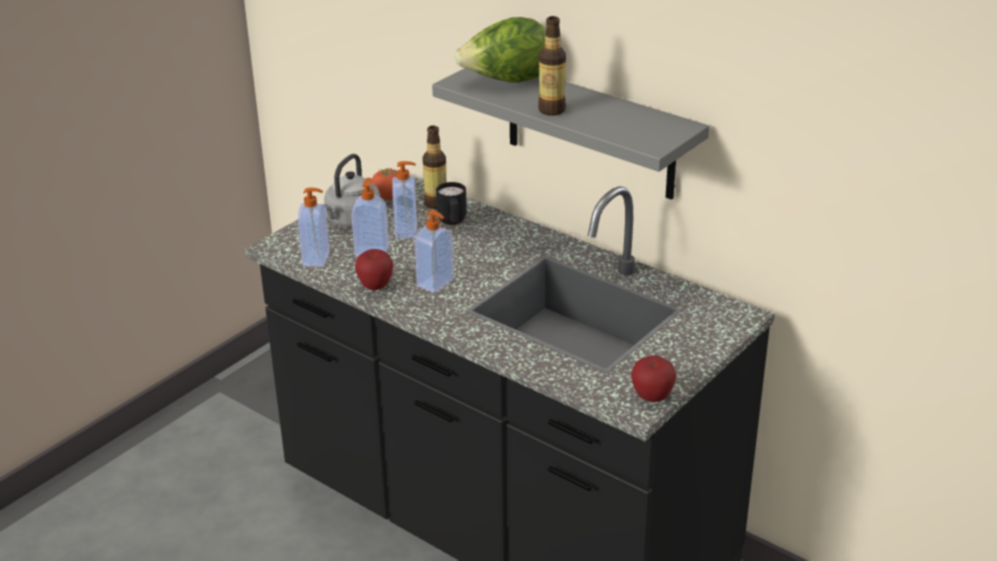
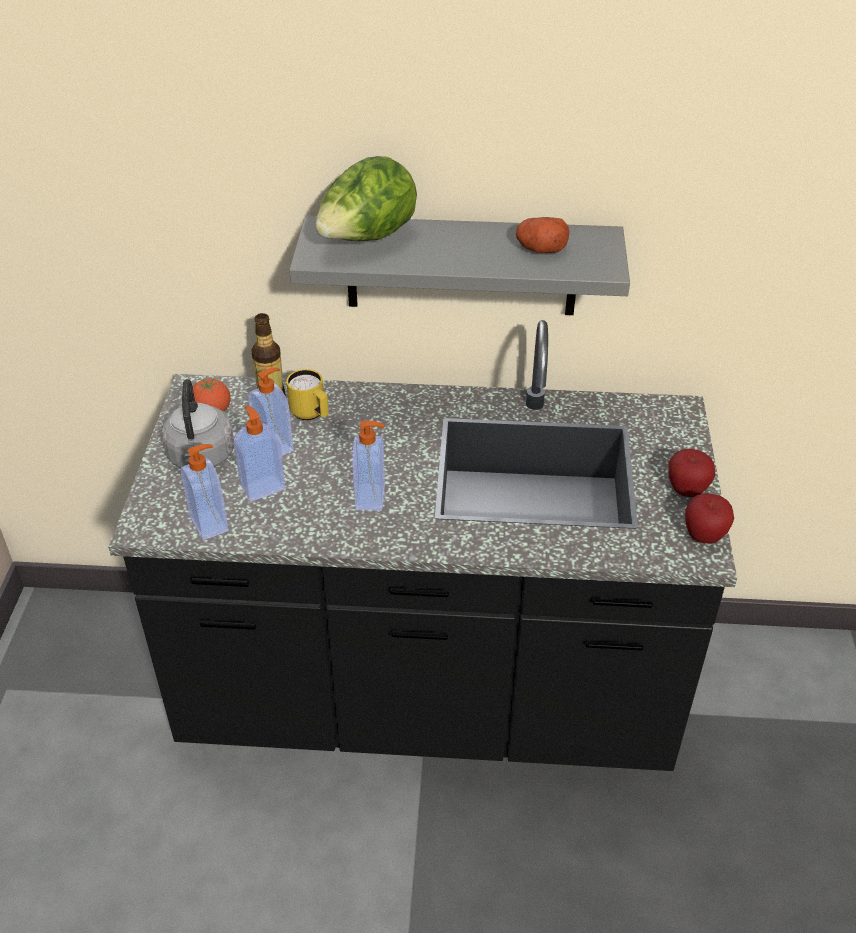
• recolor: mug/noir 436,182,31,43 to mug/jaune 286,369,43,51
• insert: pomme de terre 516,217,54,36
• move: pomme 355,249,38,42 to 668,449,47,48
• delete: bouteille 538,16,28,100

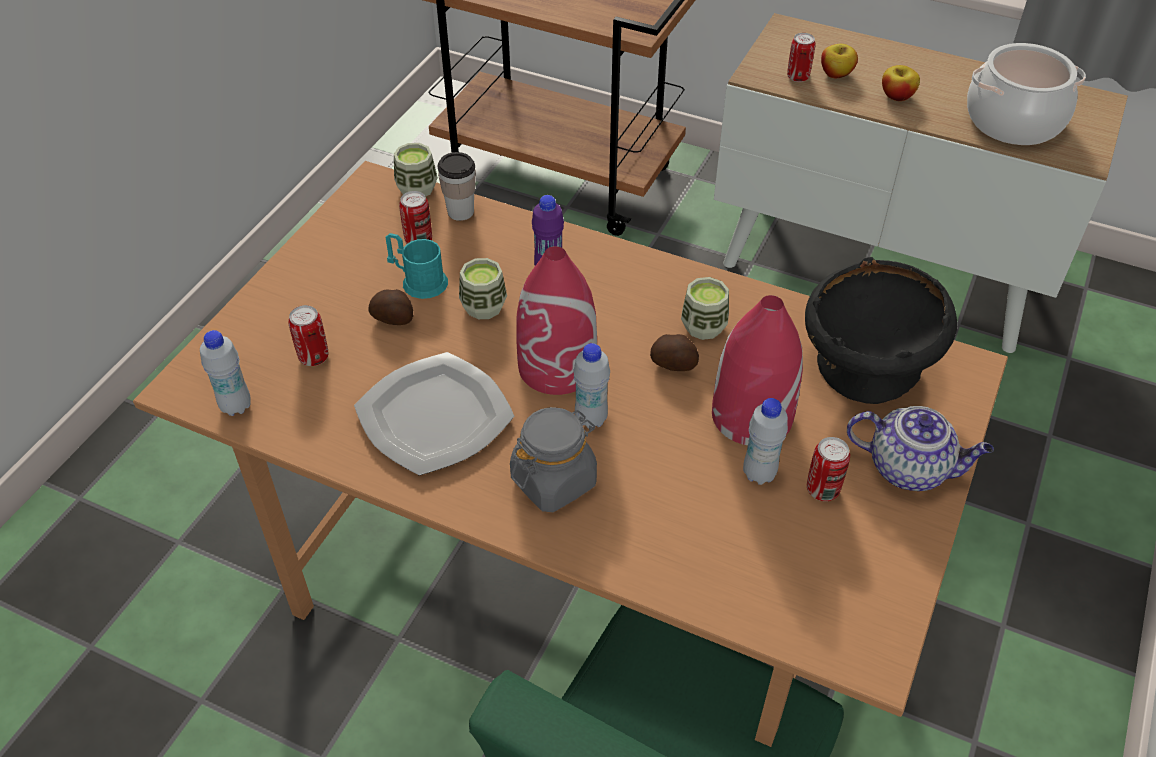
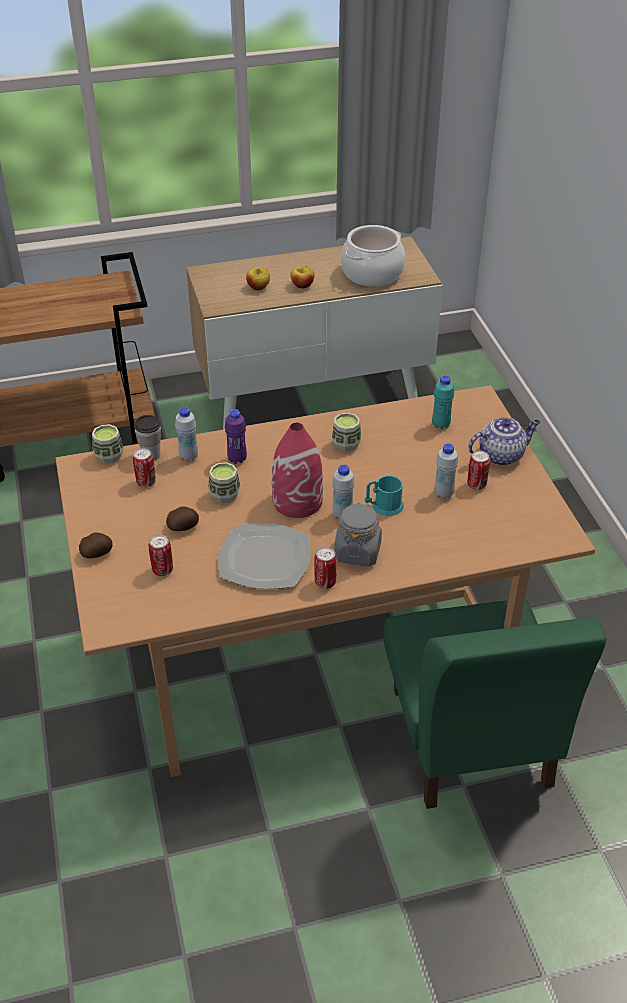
• move: pomme de terre 650,334,49,37 to 79,532,34,26
• move: bouteille/blanc 200,330,51,86 to 175,407,23,55
• move: boîte métallique 787,33,29,49 to 314,547,23,42
• move: mug/turquoise 385,233,63,66 to 365,476,39,40
• replace: bol/noir 805,257,152,147 to bouteille/turquoise 432,375,22,54
• delete: vase/rouge 712,295,91,150

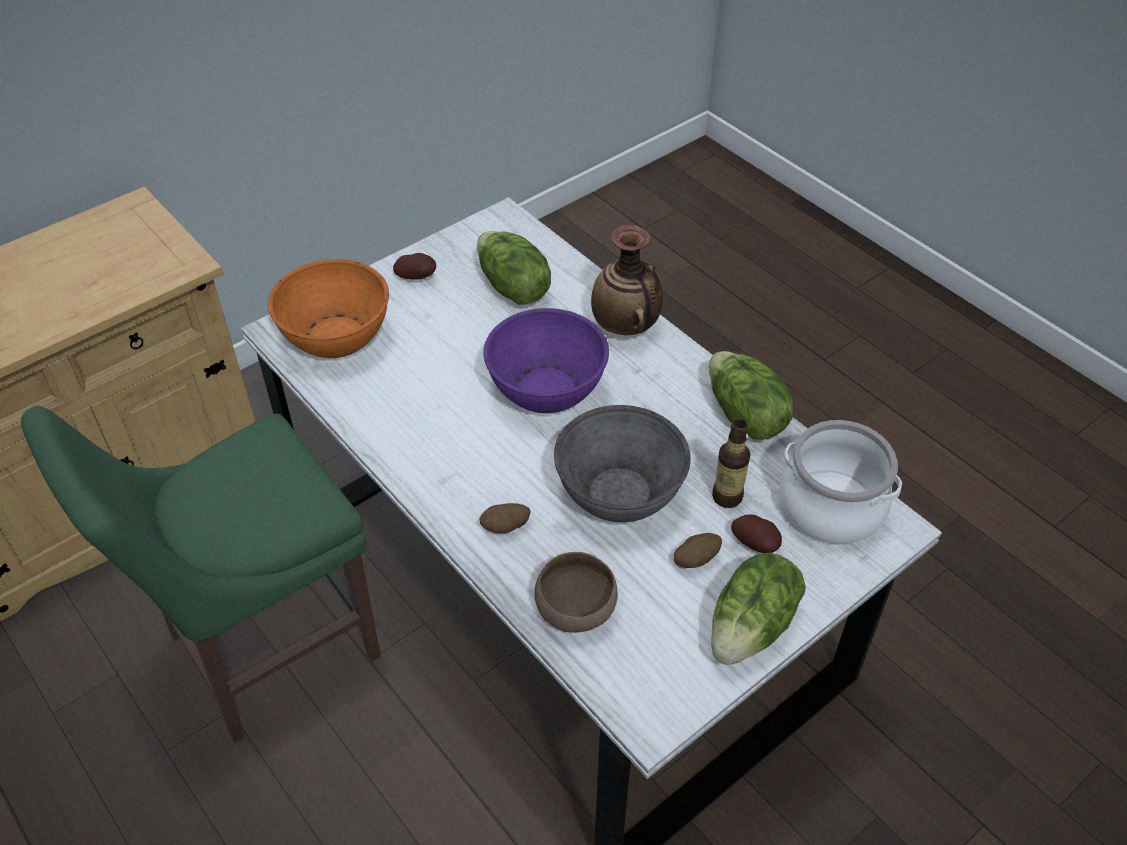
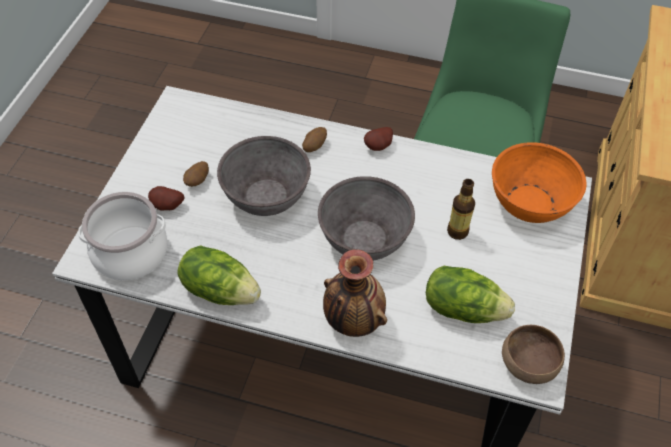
• recolor: bol/violet 483,308,126,105 to bol/gris 318,176,97,85
• move: pomme de terre 393,253,43,26 to 364,127,29,24
• move: bouteille 712,419,38,89 to 447,179,28,61
• move: bol/marron 534,552,84,81 to 502,325,63,59
• delete: laitue 711,553,95,112

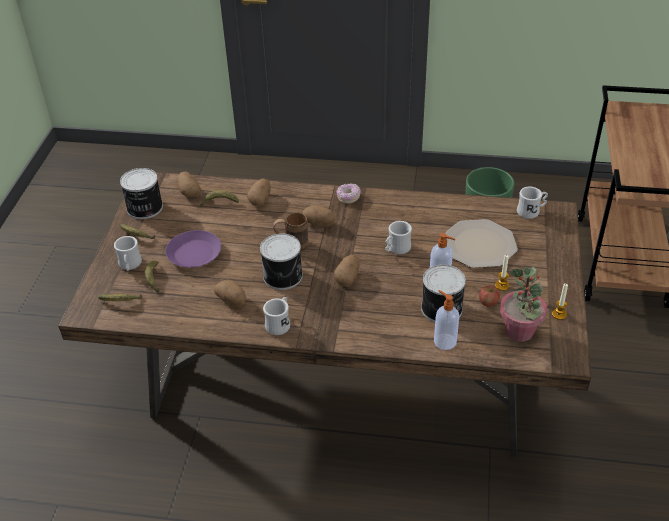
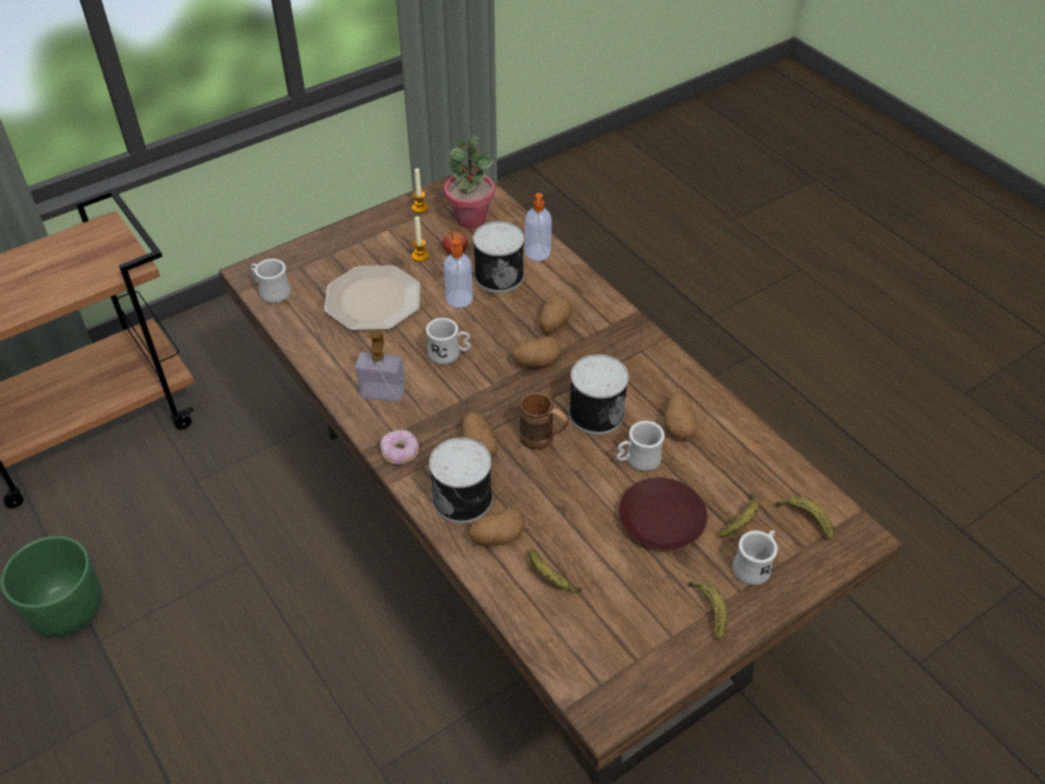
• insert: distributeur de savon 355,332,50,69
• move: boîte métallique 120,168,43,51 to 429,438,63,85
• move: pomme de terre 177,172,24,25 to 540,295,32,38
• move: mug/blanc 263,297,27,38 to 616,421,49,50
• recolor: assiette/violet 165,230,56,38 to assiette/marron 619,478,89,72

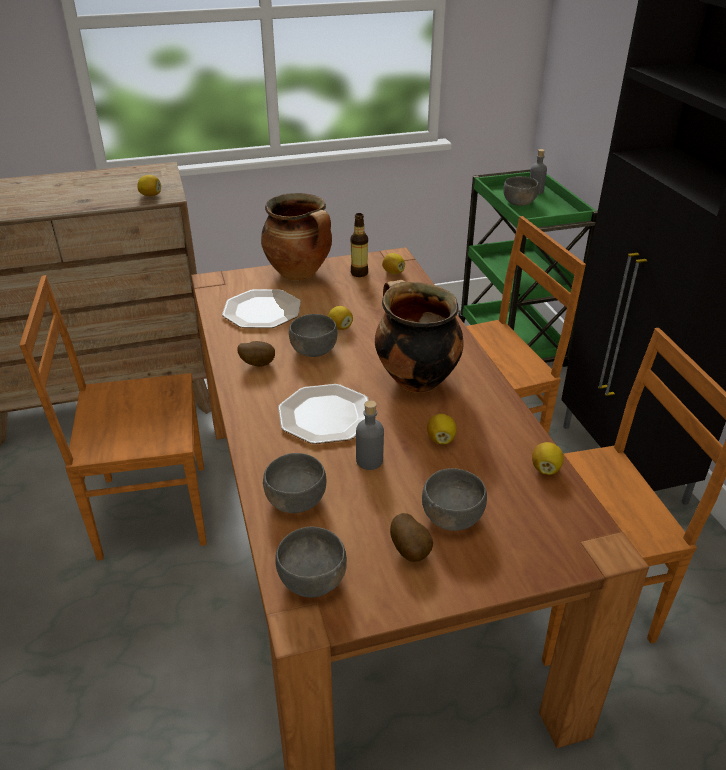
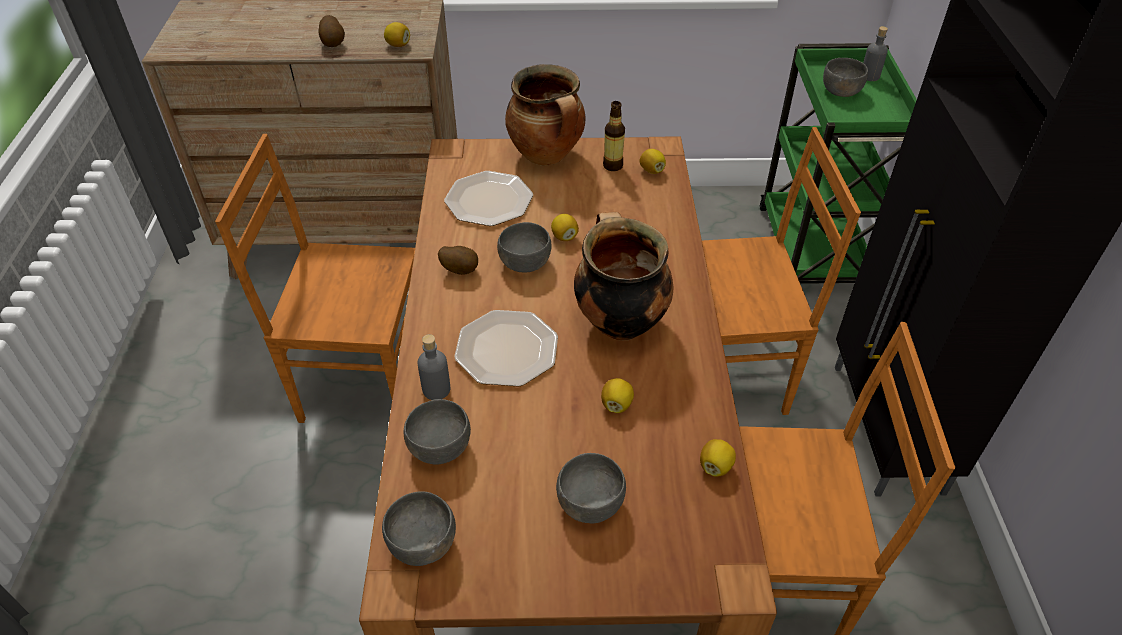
• move: pomme de terre 390,513,43,49 to 318,15,27,32
• move: bouteille/gris 356,400,28,70 to 417,334,33,66

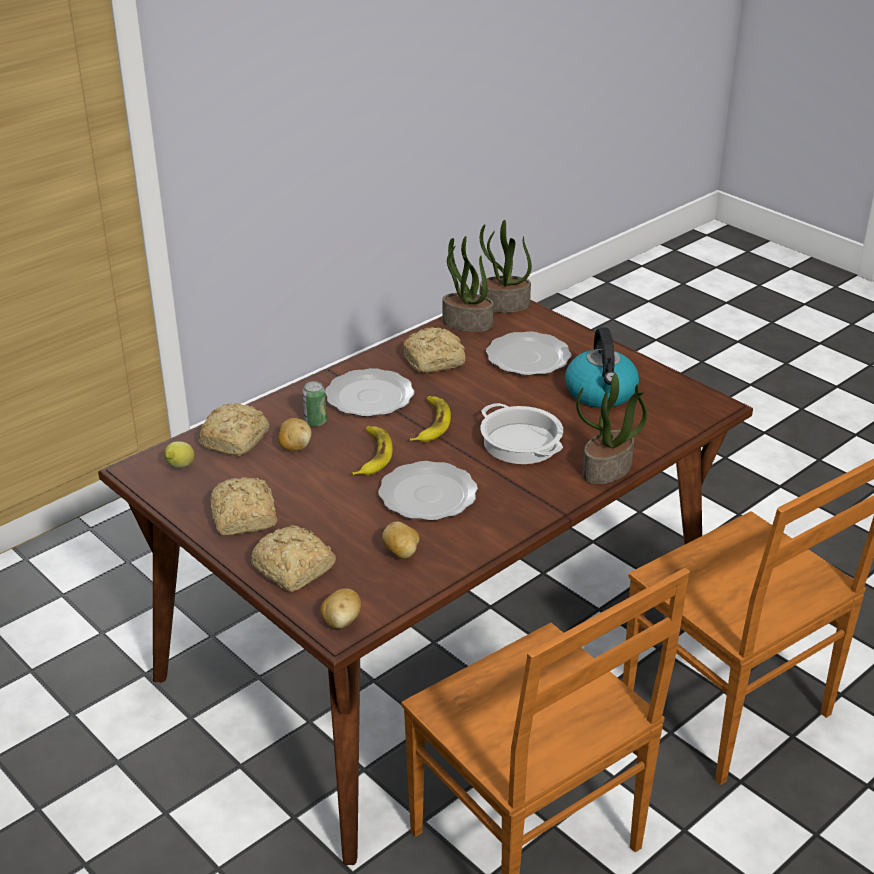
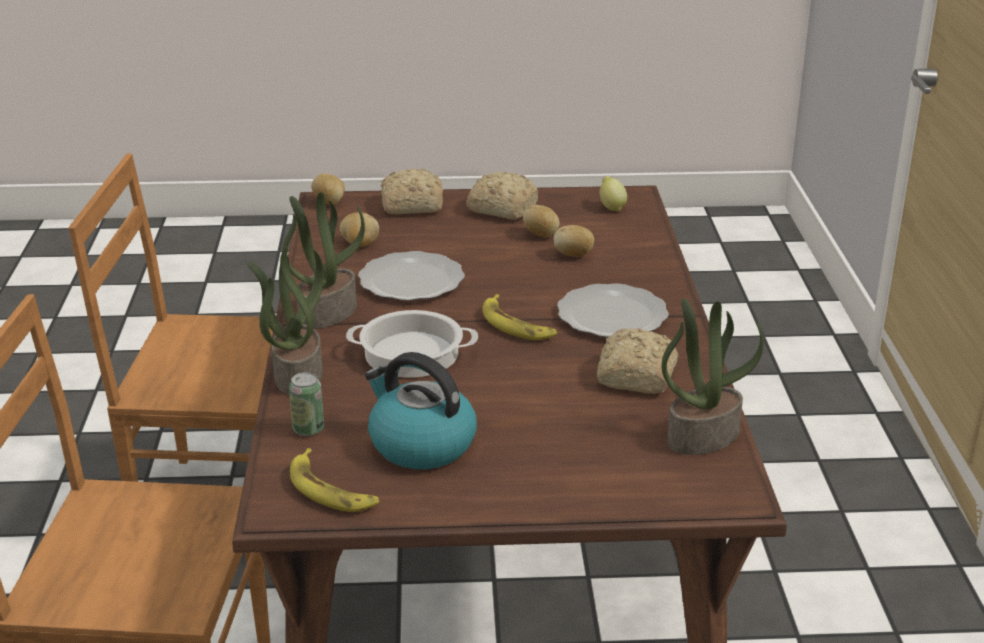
• move: plante en pot 480,220,52,93 to 282,192,83,137
• move: boîte métallique 302,381,25,46 to 289,372,35,64
• move: banane 352,426,41,49 to 290,448,89,64
• insert: pomme de terre 523,205,37,33
• delete: pain 199,403,71,53
• delete: assiette 486,331,85,45

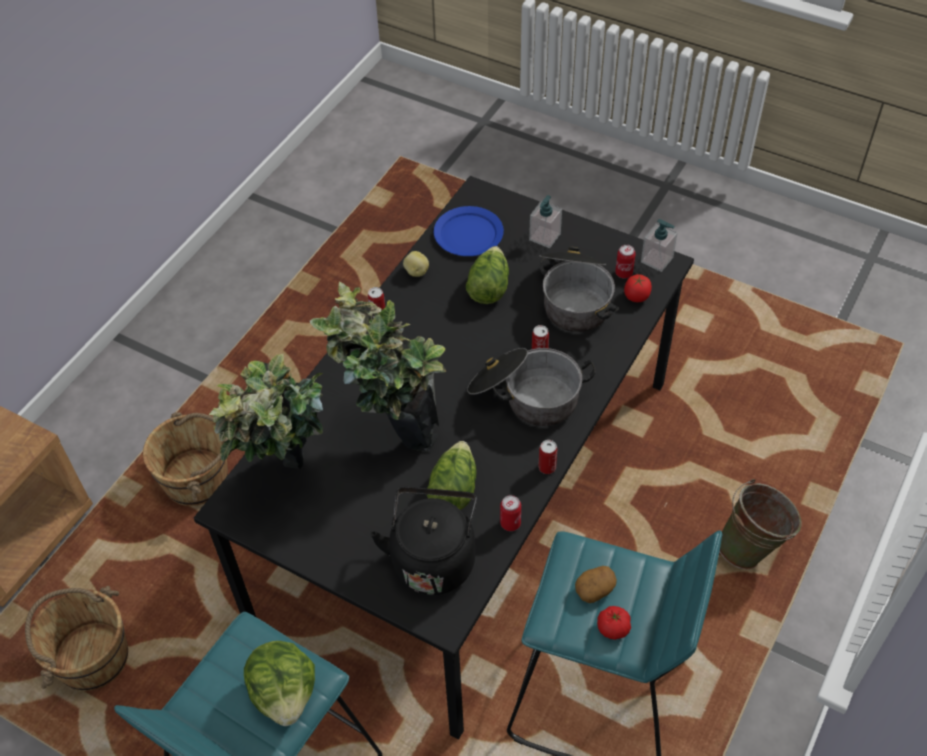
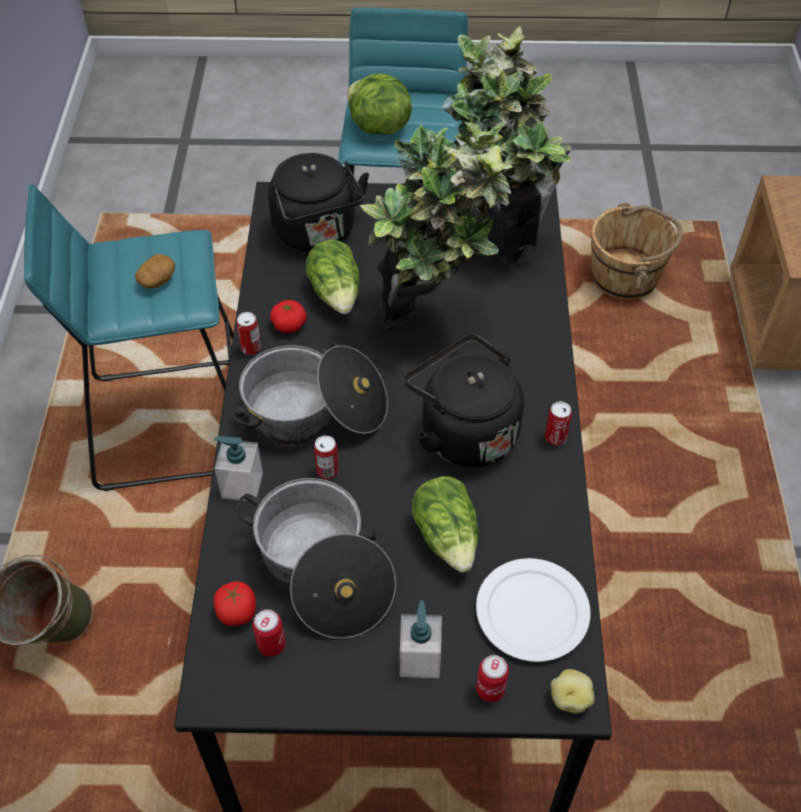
• move: distributeur de savon 641,219,36,53 to 214,436,49,65
• move: tomate 597,606,34,34 to 270,300,36,33
• insert: bouilloire/noir 404,334,120,133
• recolor: assiette/bleu 434,206,70,50 to assiette/blanc 476,558,115,104
• move: boîte métallique 500,495,21,36 to 476,655,33,47
• move: pomme de terre 403,251,26,26 to 551,669,43,45
• delete: seau/marron 143,412,85,94

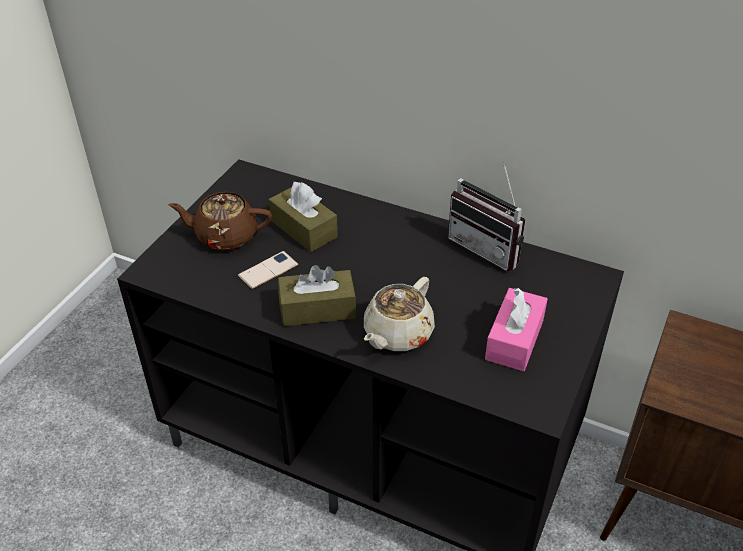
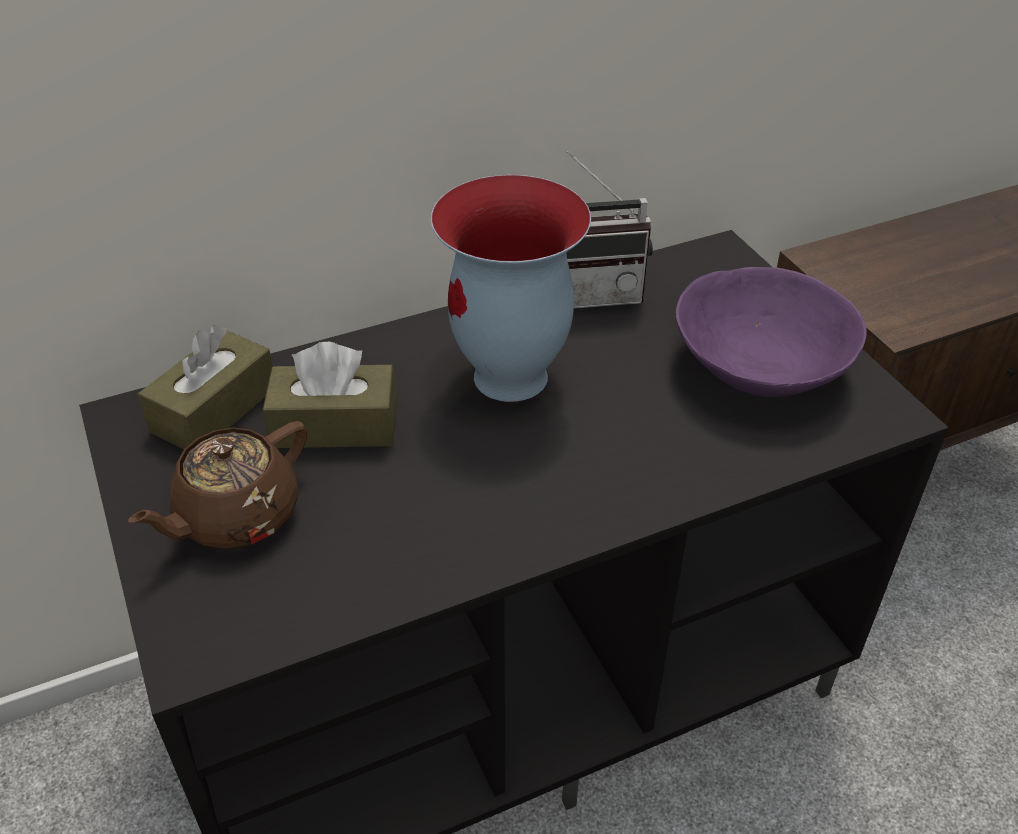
• move: boîte à mouchoirs/marron 278,265,78,61 to 138,325,135,125
• insert: vase 431,175,160,227
• replace: boîte à mouchoirs/rose 485,288,63,83 to bol/violet 676,267,191,130
• delete: téléphone 238,251,60,38
• delete: théière/beige 364,277,71,74

